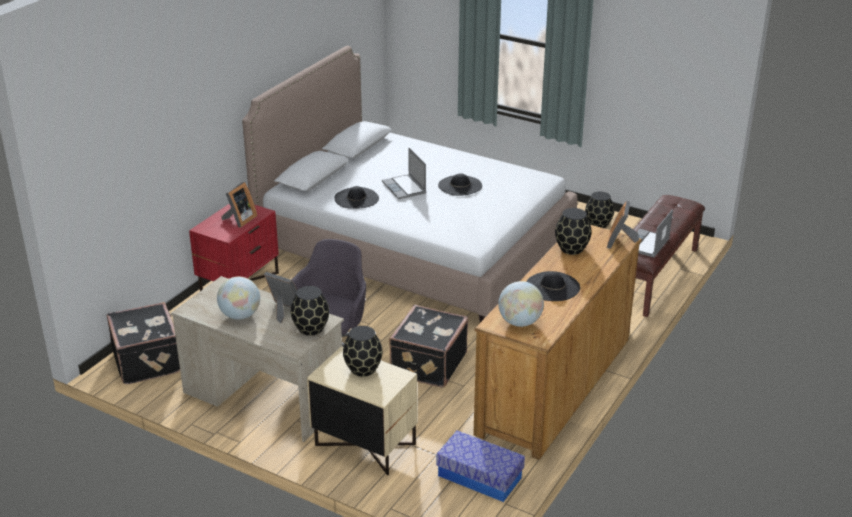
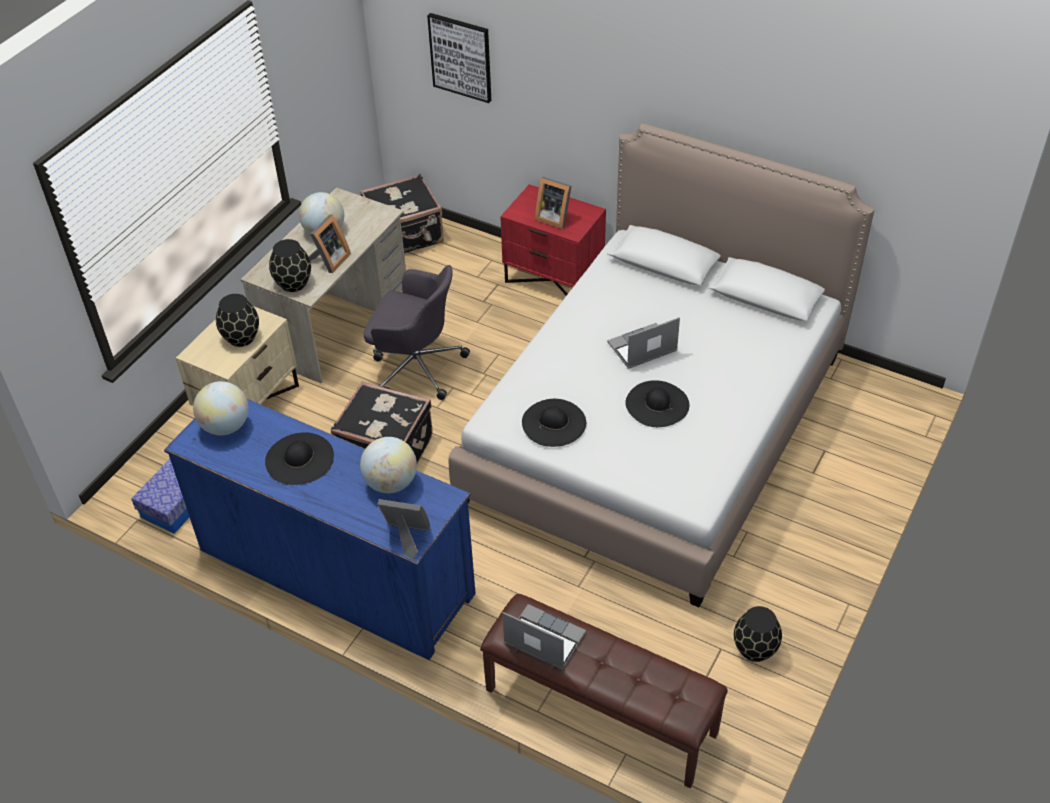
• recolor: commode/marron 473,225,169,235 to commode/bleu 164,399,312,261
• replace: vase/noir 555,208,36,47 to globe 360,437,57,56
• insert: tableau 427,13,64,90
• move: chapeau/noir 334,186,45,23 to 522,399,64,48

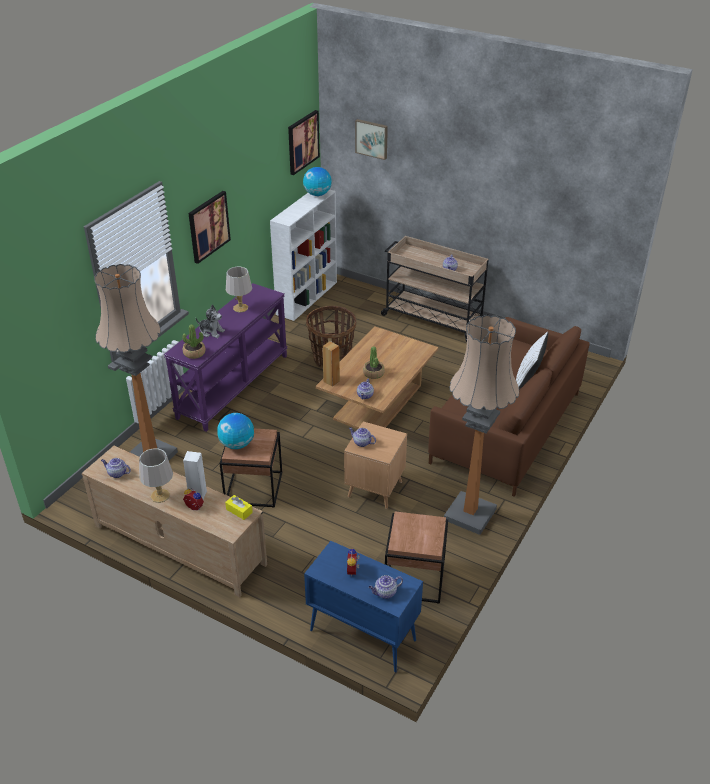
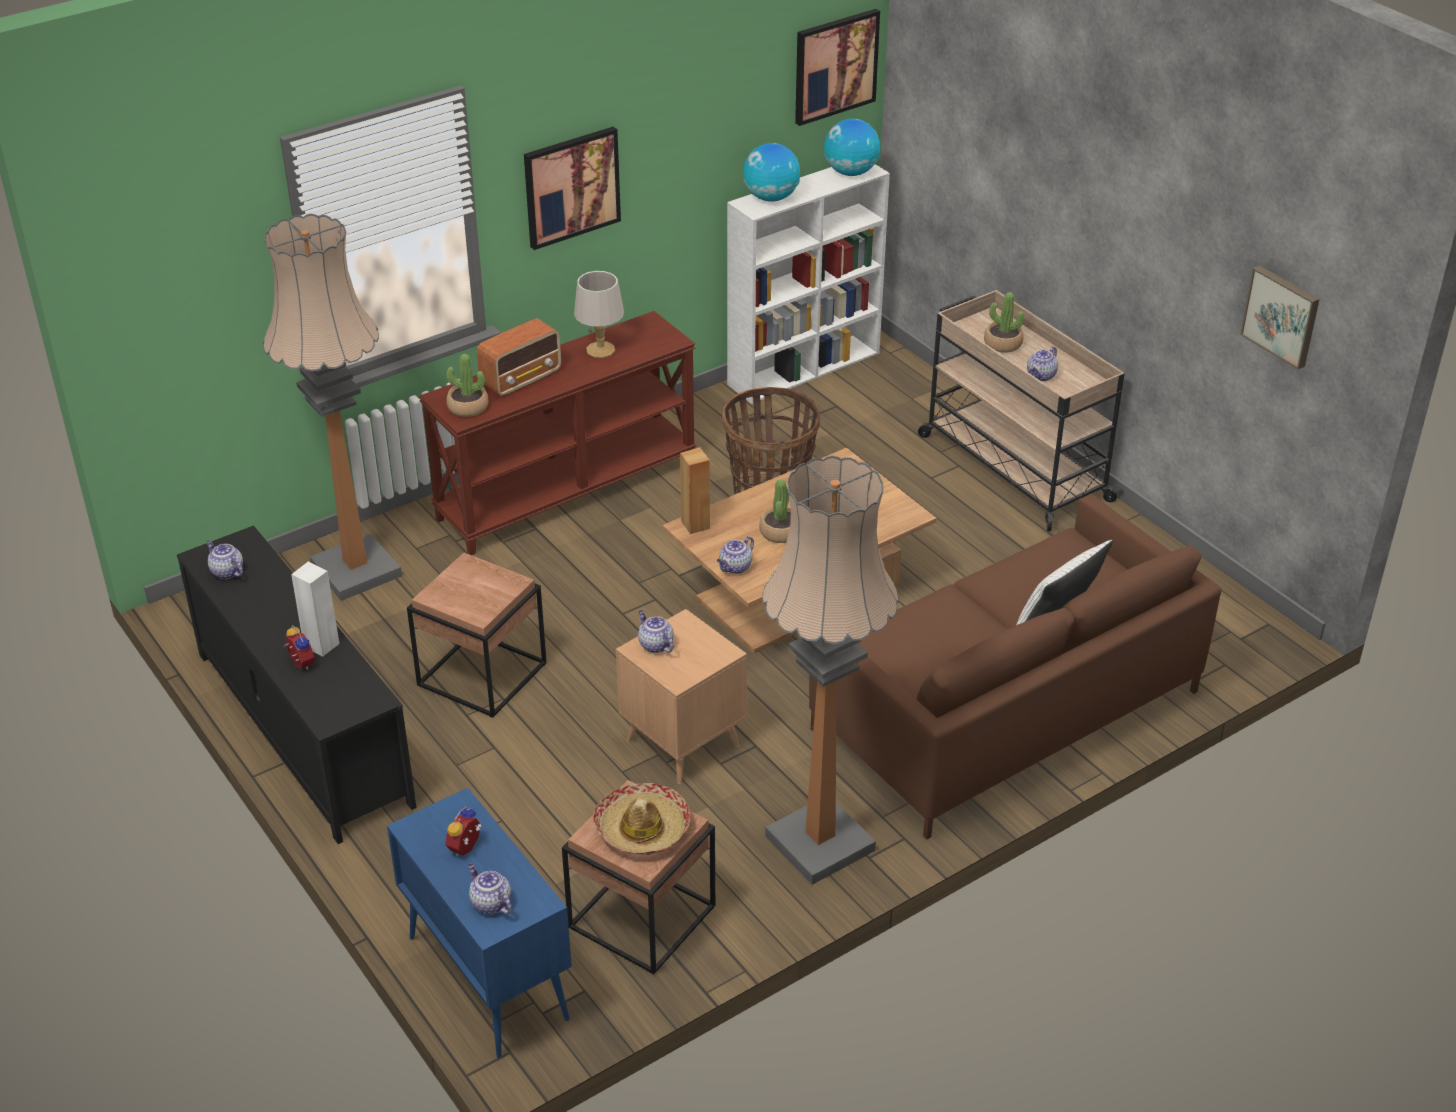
• recolor: meuble télé/beige 82,446,185,151 to meuble télé/noir 177,526,240,318
• recolor: table console/violet 164,283,124,149 to table console/marron 419,311,277,244
• rotate: théière 369,575,34,24 = 468,863,44,51 45 degrees clockwise
• replace: peluche 196,305,29,33 to radio 477,318,84,78
• insert: chapeau 593,783,98,72
• move: globe 217,413,37,36 to 743,143,57,59
• insert: plante en pot 984,292,40,61
• move: tableau 355,119,33,41 to 1240,265,80,104
• delete: lampe de table/gris 139,448,34,55
• delete: boîte à mouchoirs/jaune 225,495,28,25

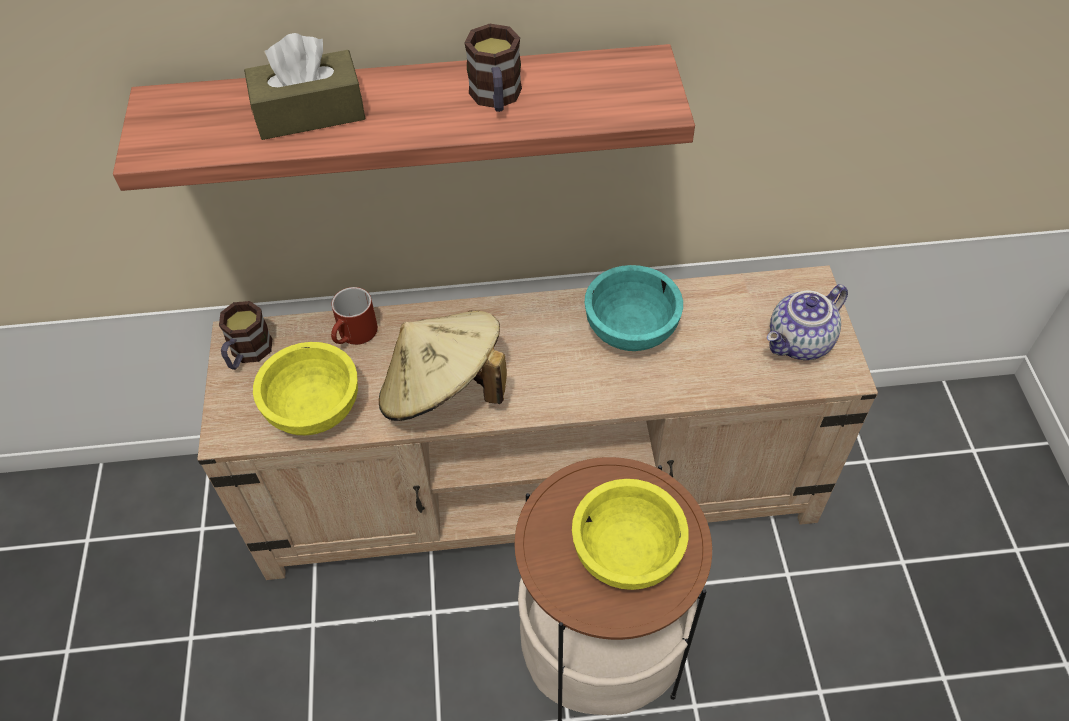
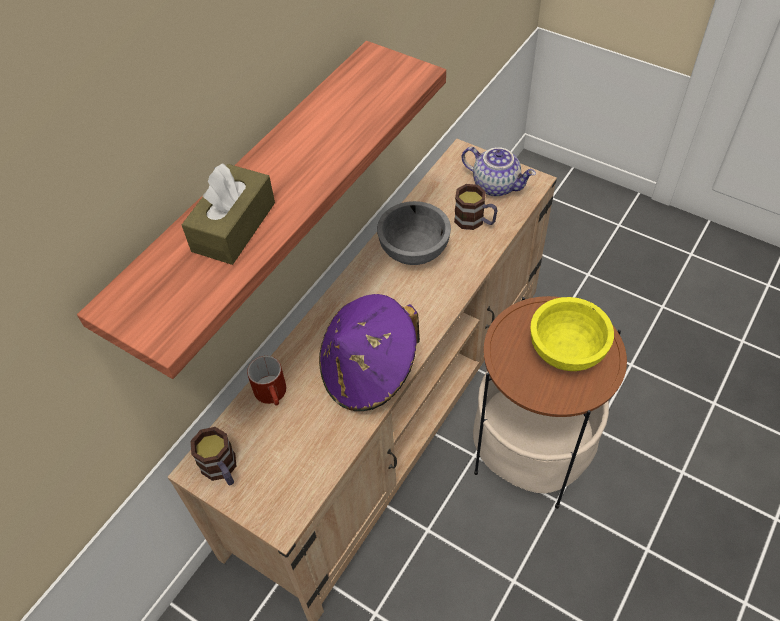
• recolor: chapeau/beige 379,310,128,111 to chapeau/violet 319,294,101,117
• recolor: bol/turquoise 585,265,98,86 to bol/gris 377,201,74,64
• move: mug 464,24,58,88 to 454,184,44,46
• rotate: théière 767,284,81,76 = 462,147,74,49 60 degrees counterclockwise
• delete: bol/jaune 253,342,105,93

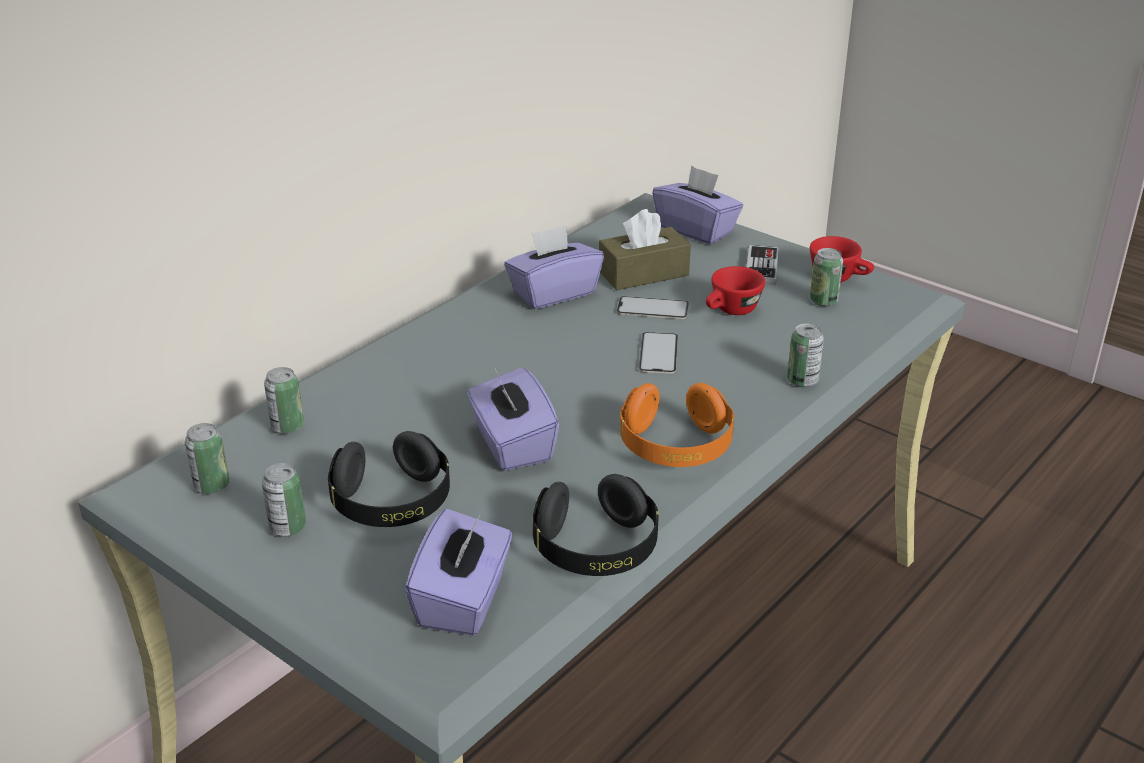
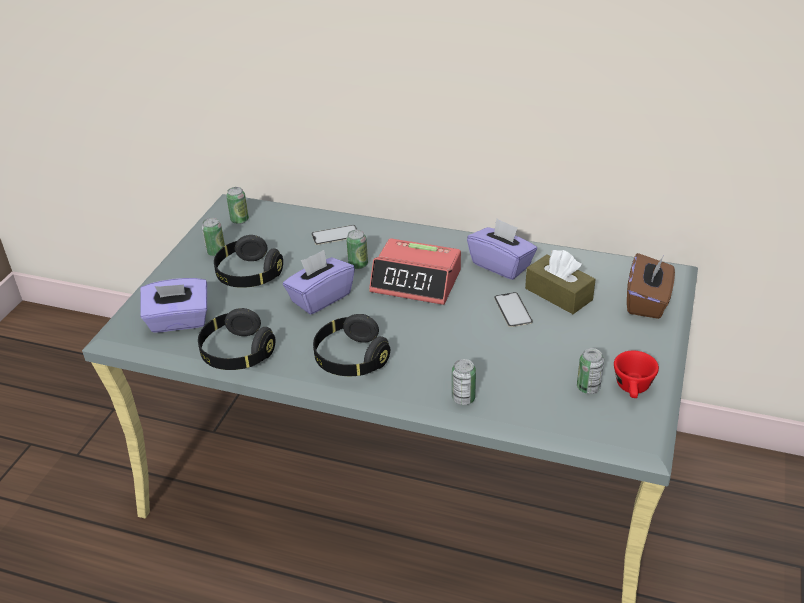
• move: téléphone 639,332,39,42 to 312,225,45,20
• recolor: casque audio/orange 620,383,114,84 to casque audio/noir 313,314,77,62
• move: boîte métallique 264,367,40,67 to 346,230,22,39
• insert: réveil 369,238,92,67
• recolor: boîte à mouchoirs/violet 652,166,91,79 to boîte à mouchoirs/marron 627,253,48,66
• delete: tasse/rouge 706,266,59,49
• delete: manette 746,245,33,40

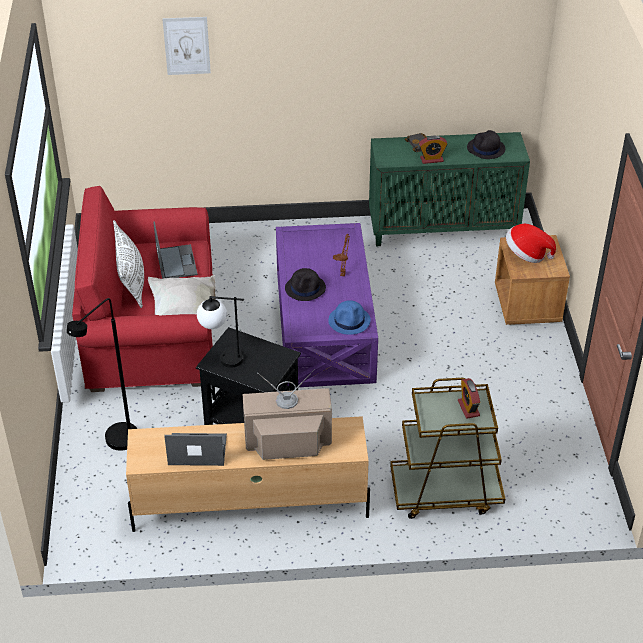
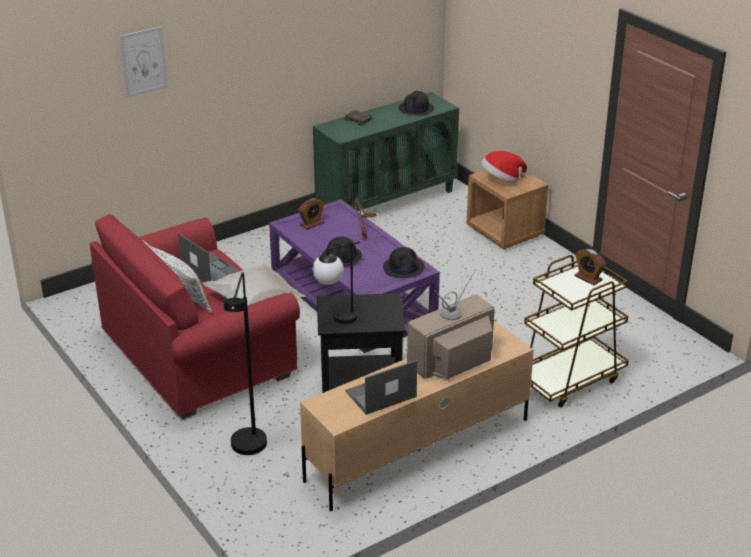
• move: réveil 419,136,28,28 to 298,198,27,31
• recolor: chapeau/bleu 328,300,43,35 to chapeau/noir 383,247,42,31

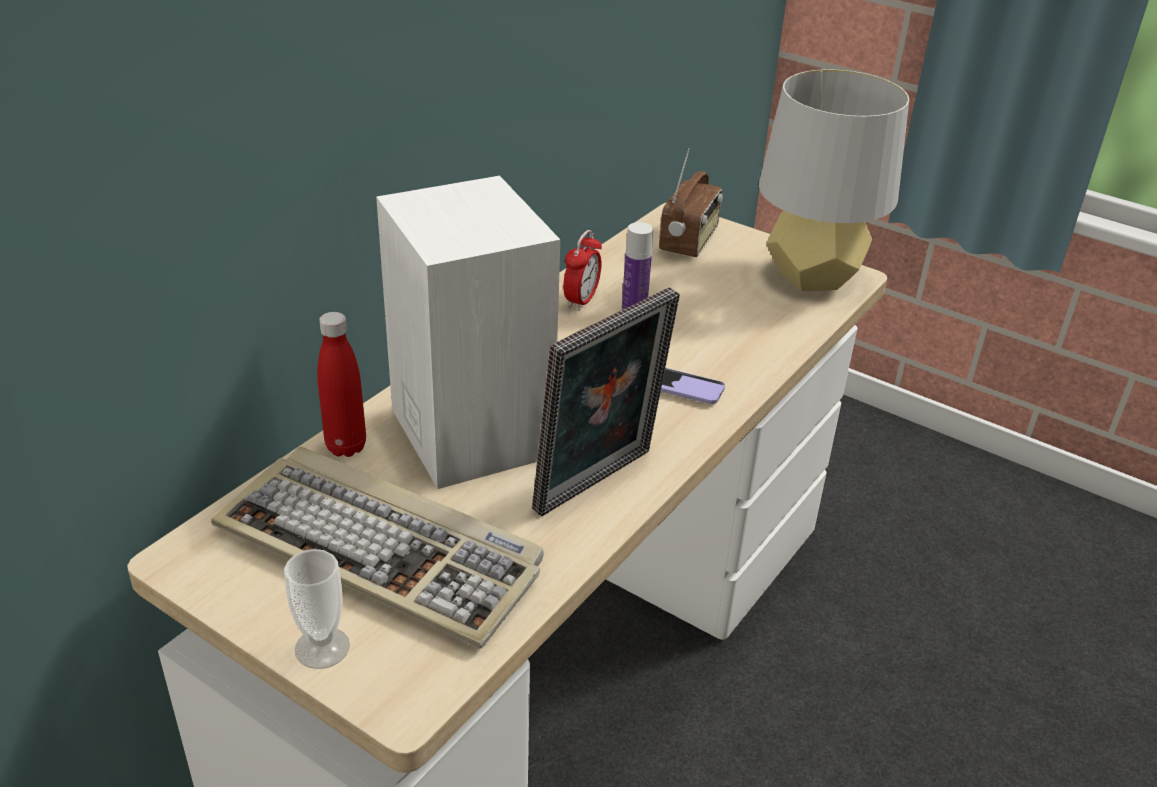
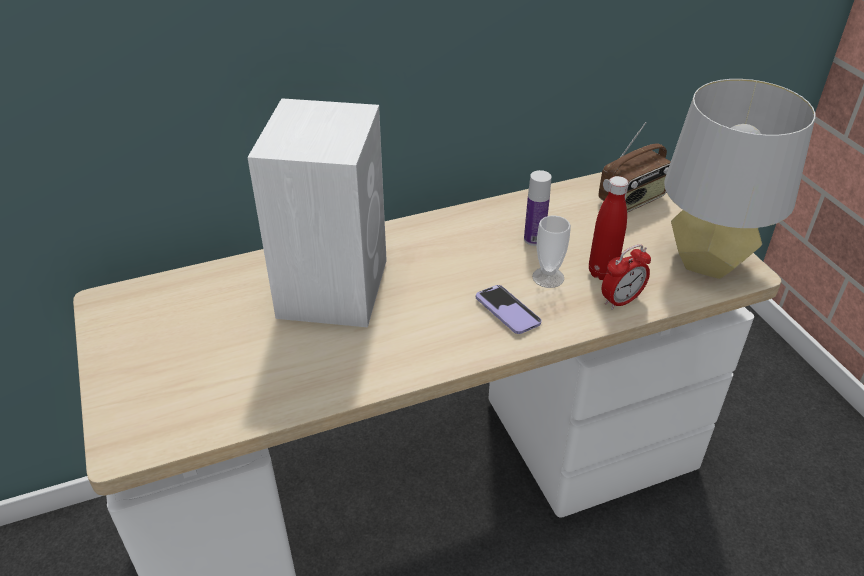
• move: tasse 284,549,66,120 to 532,215,39,73
• move: bouteille/rouge 317,312,49,145 to 589,176,39,104
• move: réveil 563,230,39,81 to 602,244,49,66
• delete: clavier 211,446,333,203
• delete: cadre photo 532,287,148,229

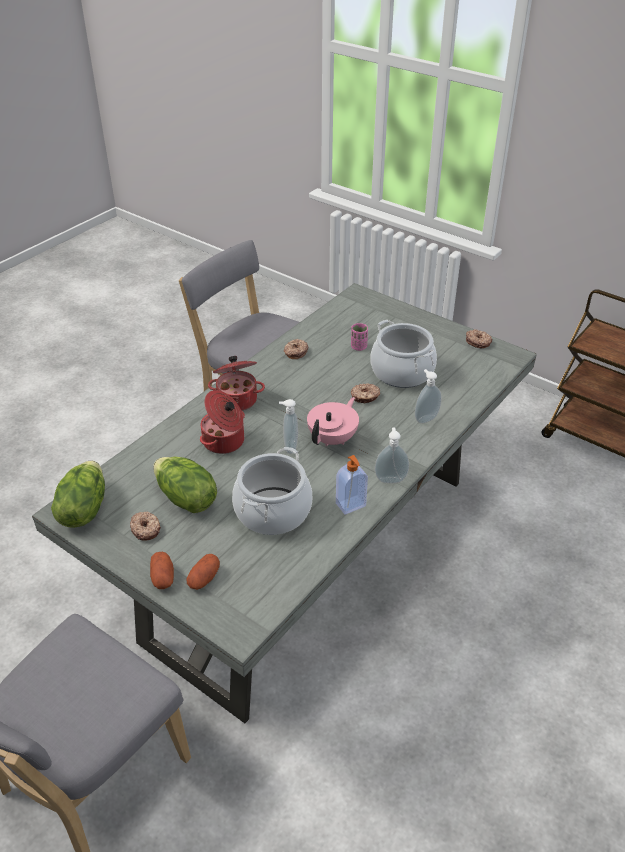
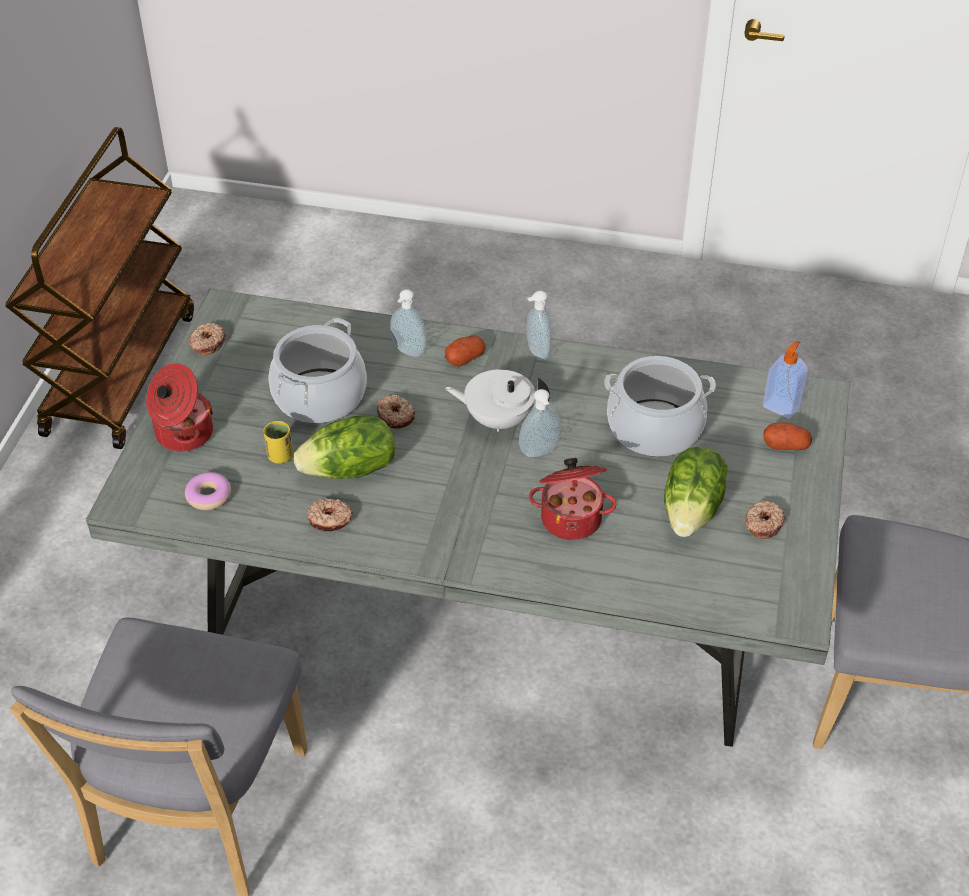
• move: marmite 208,356,57,55 to 146,363,67,89
• insert: beignet 185,472,46,38
• recolor: tasse/rose 351,323,17,28 to tasse/jaune 263,421,30,43
• move: laitue 51,461,54,67 to 294,415,101,64
• move: pomme de terre 150,552,24,37 to 445,336,41,30
• recolor: théière/rose 307,397,52,49 to théière/blanc 445,369,105,63
• move: distributeur de savon 336,455,32,59 to 762,341,46,78

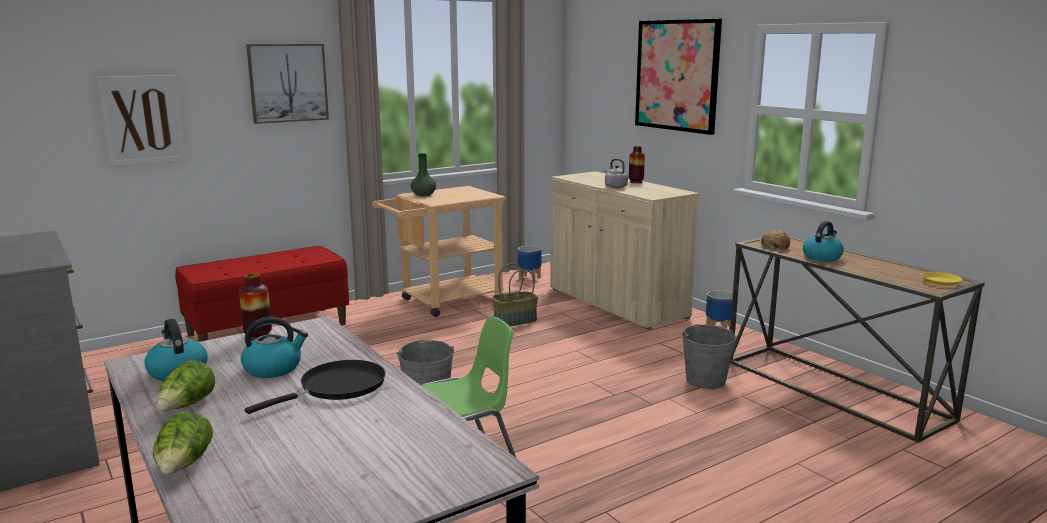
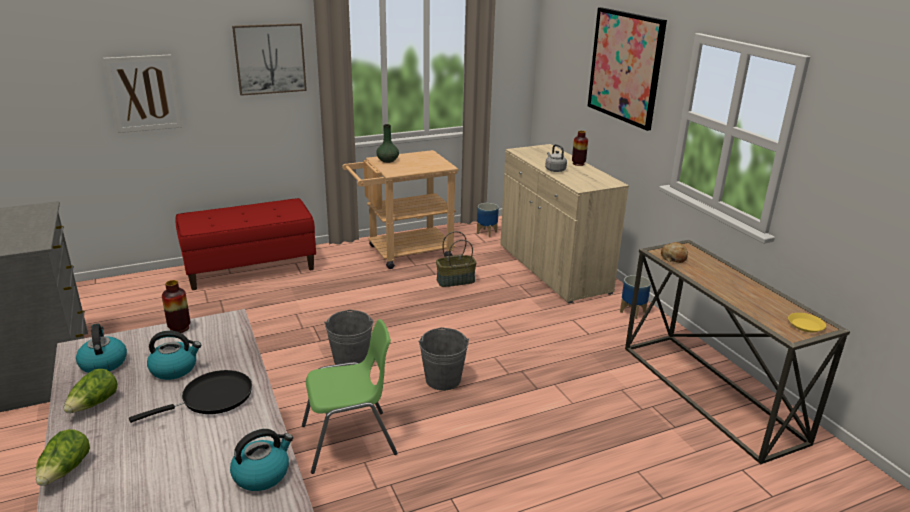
• move: bouilloire 803,221,41,40 to 230,429,63,62
• move: seau/gris 682,325,54,64 to 418,327,51,63

